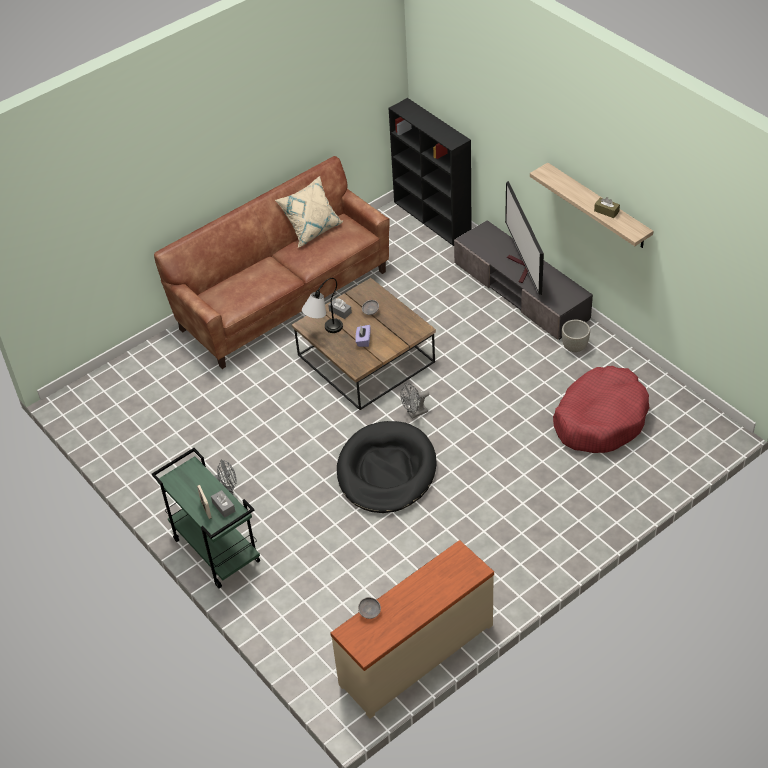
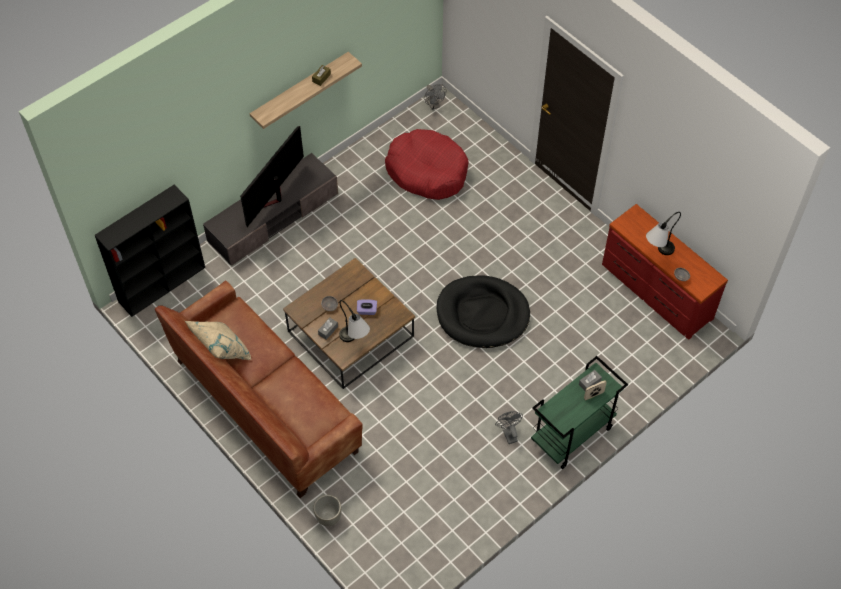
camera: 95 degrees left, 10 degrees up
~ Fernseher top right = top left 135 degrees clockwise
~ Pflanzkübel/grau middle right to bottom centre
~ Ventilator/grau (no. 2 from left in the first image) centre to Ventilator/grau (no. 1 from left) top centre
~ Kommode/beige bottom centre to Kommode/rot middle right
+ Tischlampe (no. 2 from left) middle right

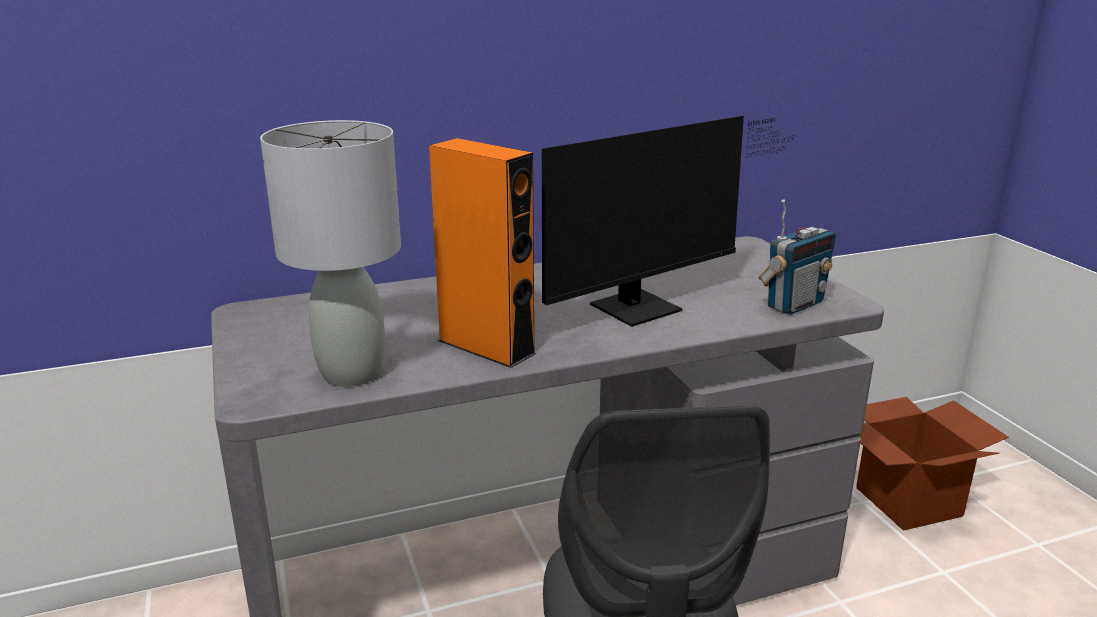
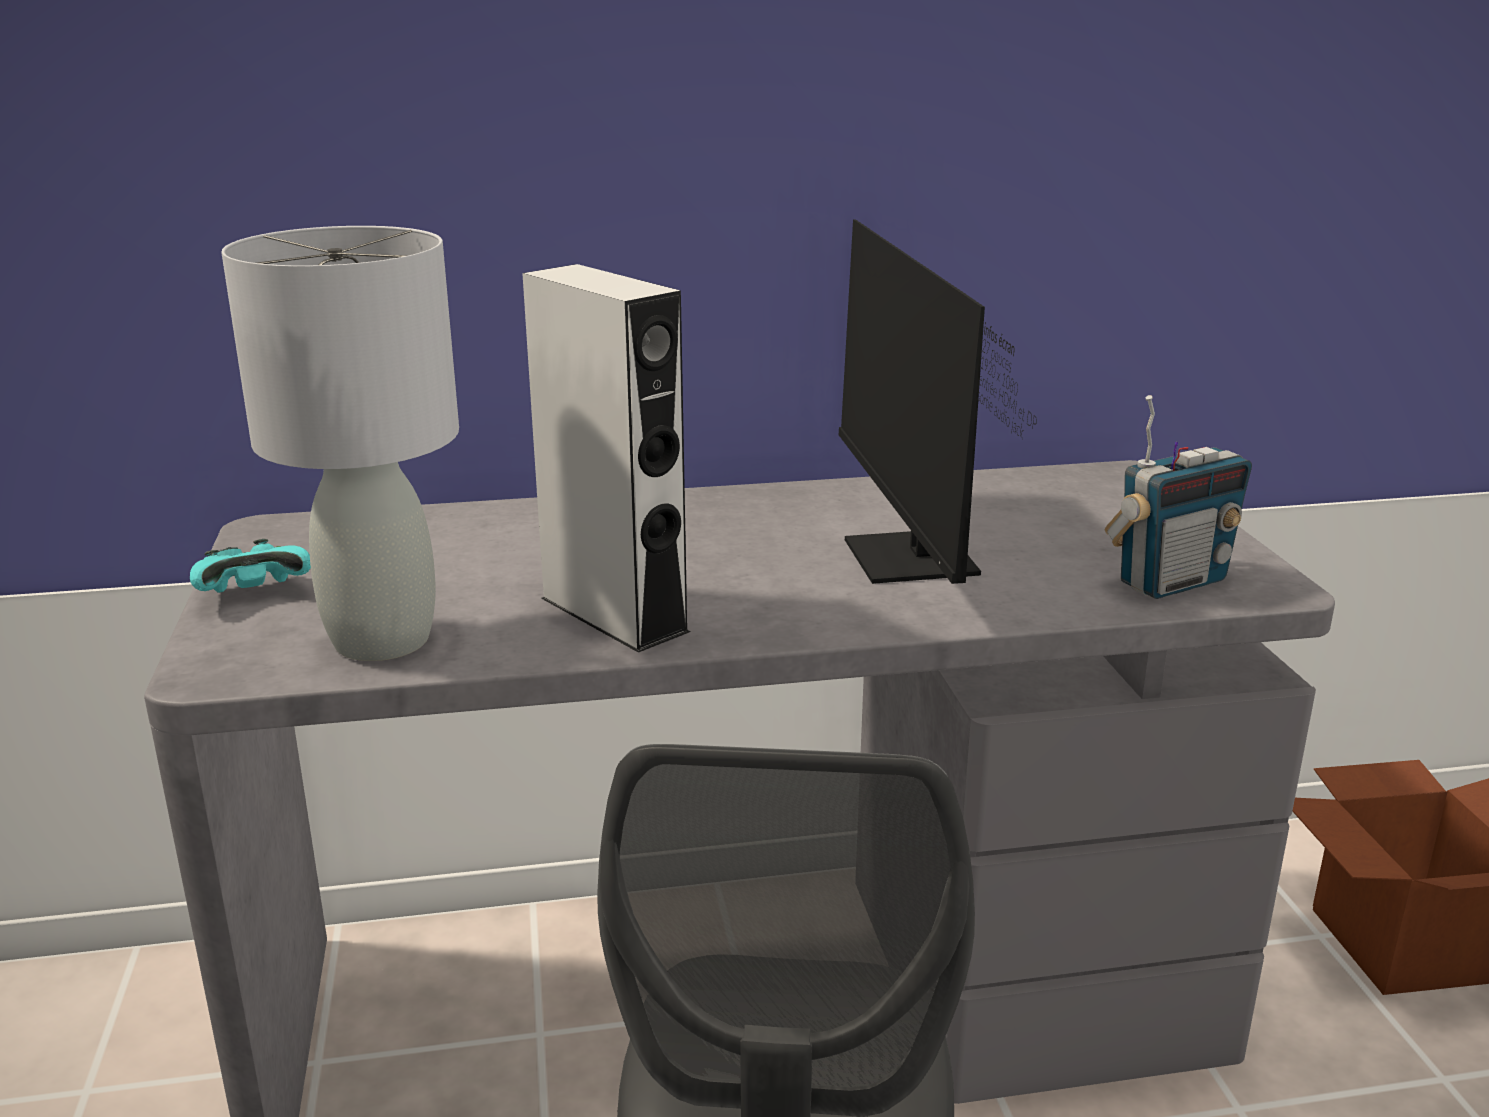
camera: 10 degrees right, 0 degrees up
+ Gamepad/türkis middle left
~ Lautsprecher/orange centre to Lautsprecher/grau centre
~ Monitor centre = centre 105 degrees clockwise

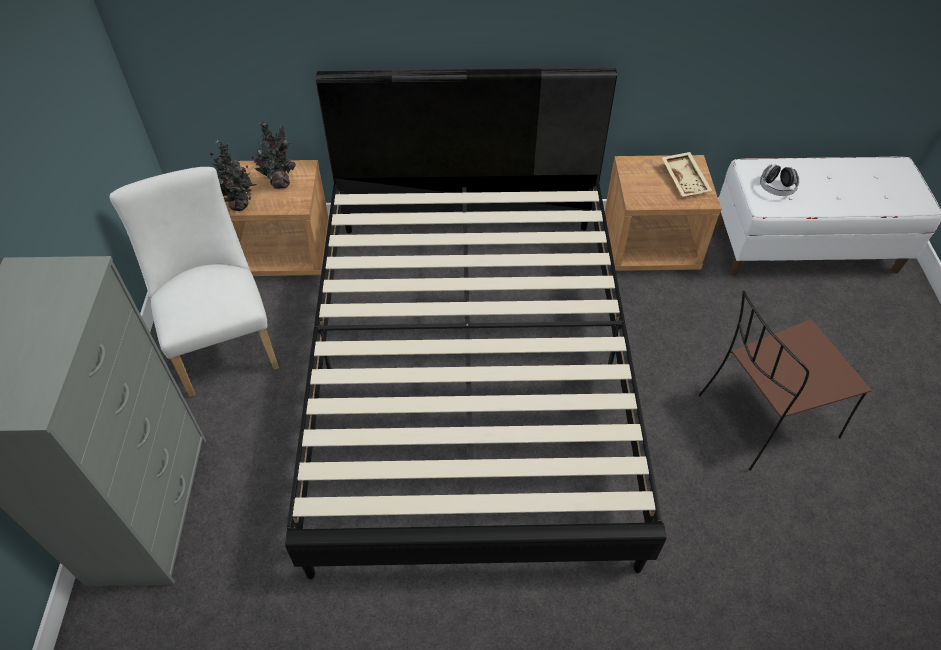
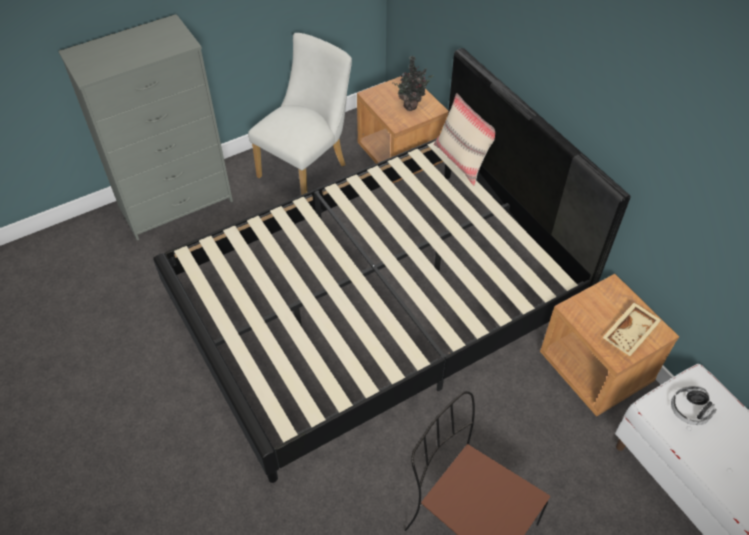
camera: 60 degrees right, 0 degrees up
+ Kissen/beige top centre
- Topfpflanze (no. 1 from left) top left

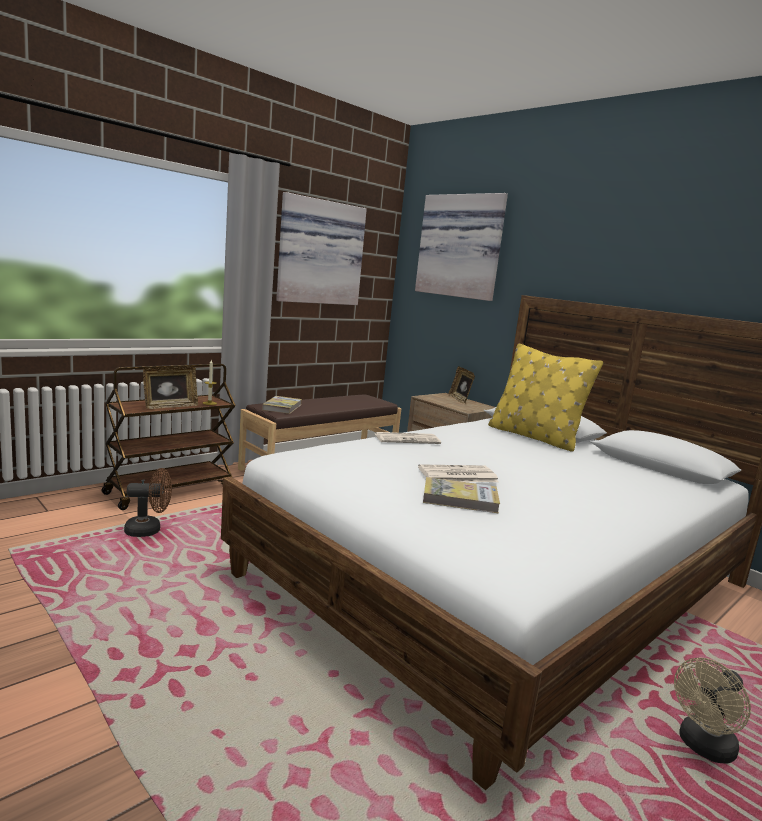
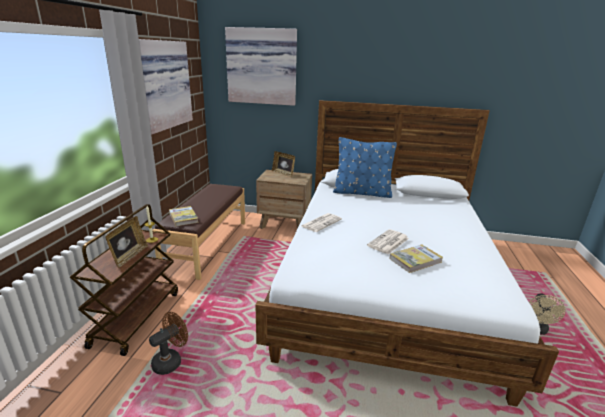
camera: 35 degrees left, 10 degrees up
~ Kissen/gelb middle right to Kissen/blau centre

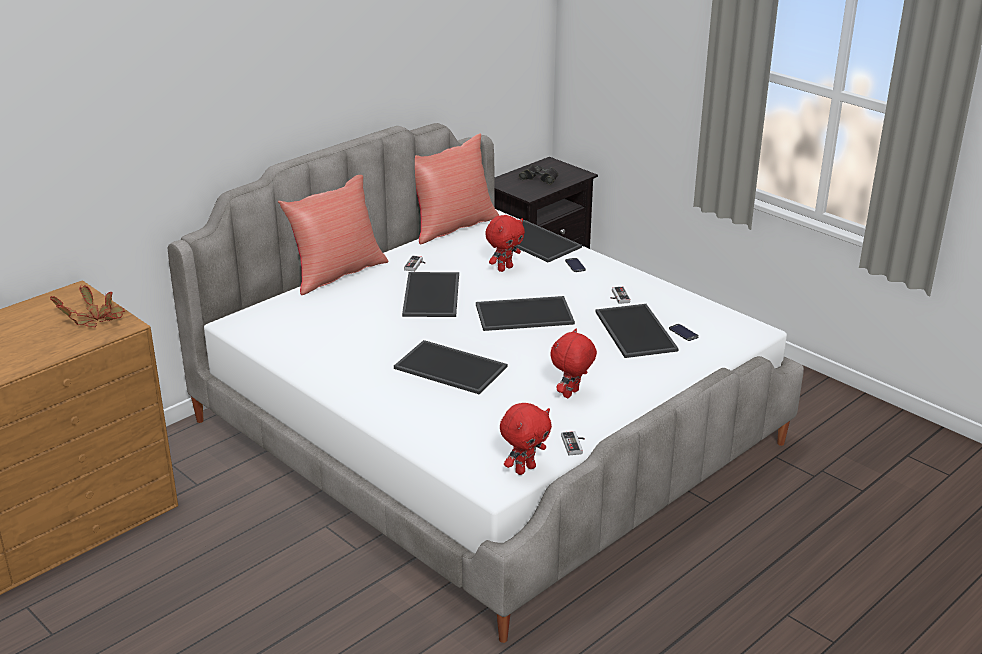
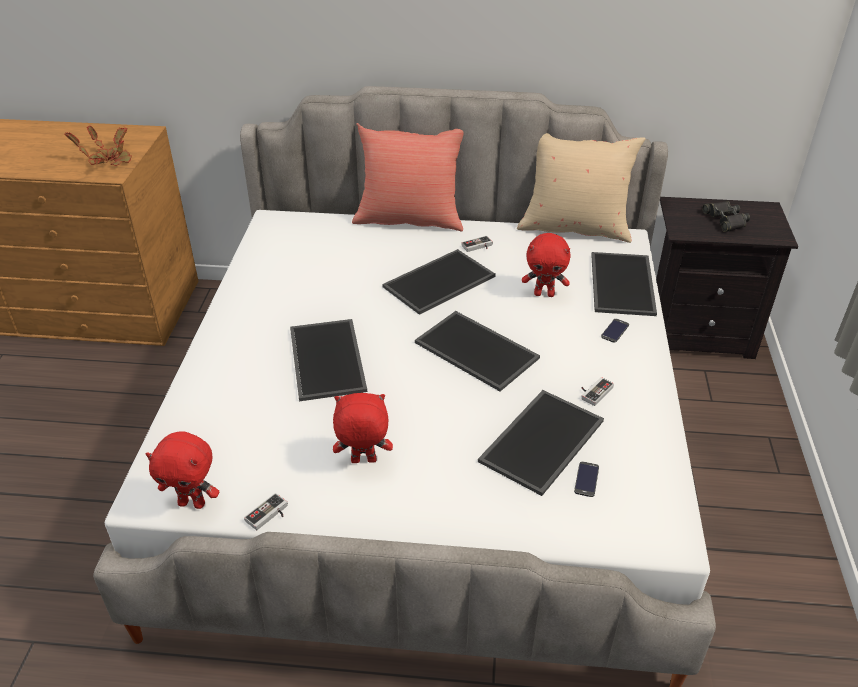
camera: 50 degrees right, 10 degrees up
~ Kissen/rot (no. 2 from left) top centre to Kissen/beige top right

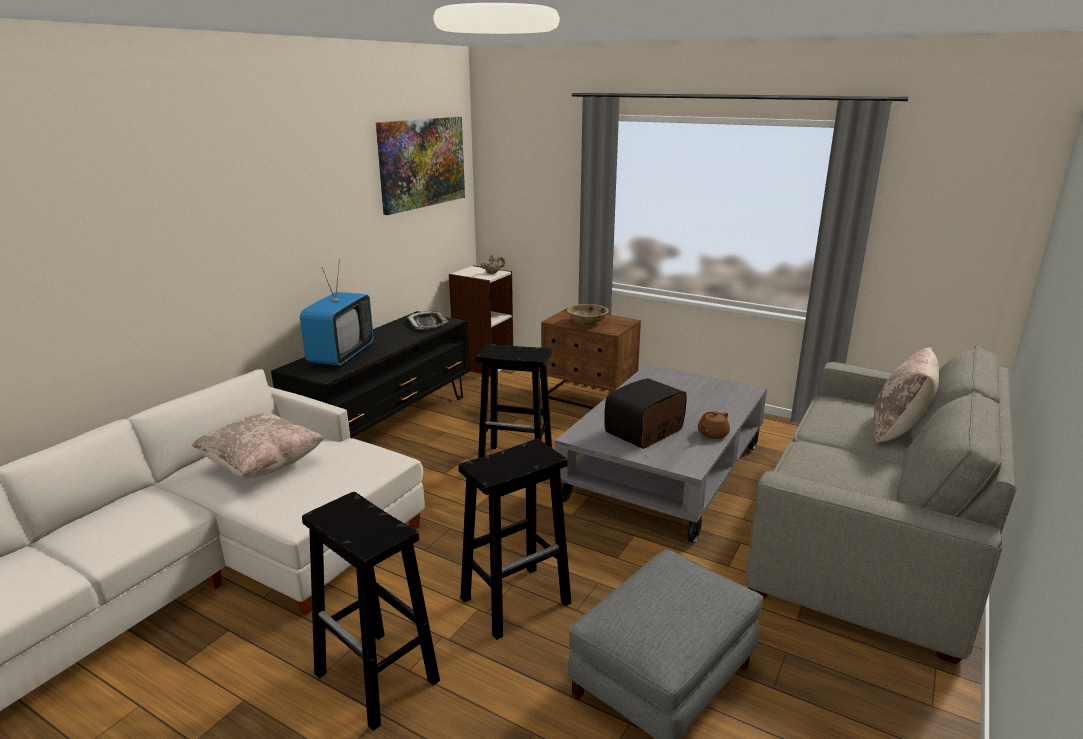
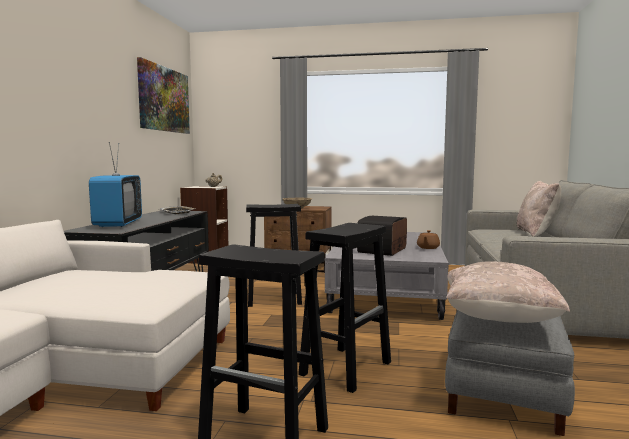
camera: 20 degrees left, 15 degrees down
~ Kissen/beige (no. 1 from left) middle left to middle right

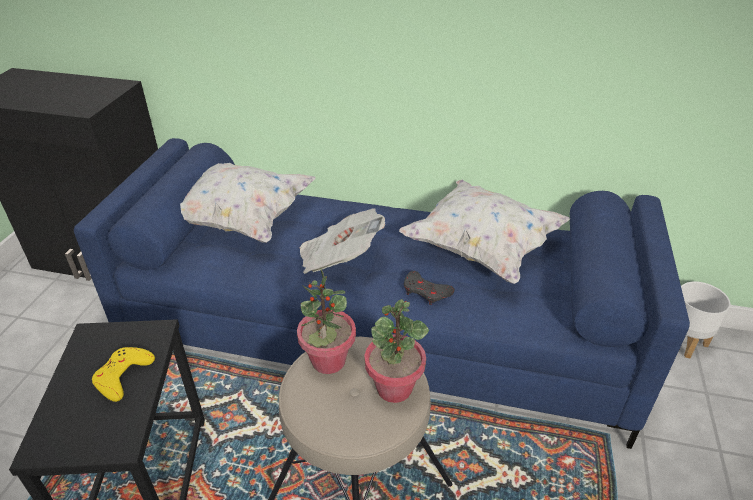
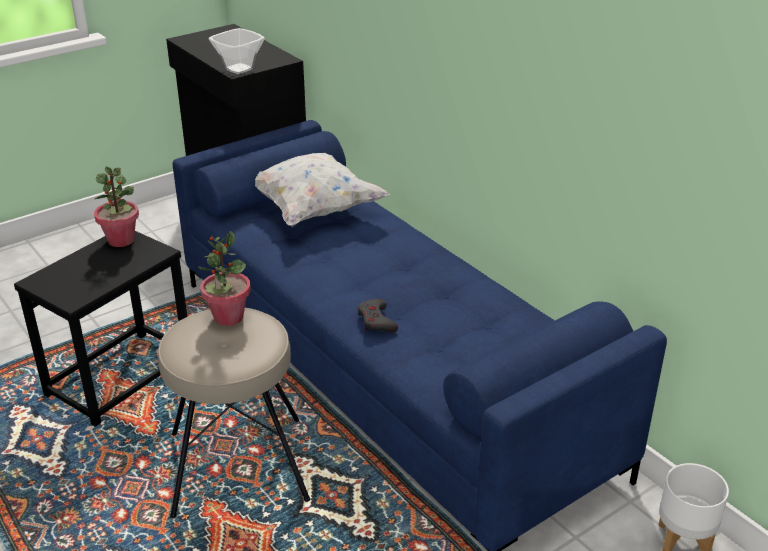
camera: 40 degrees right, 5 degrees down
~ Topfpflanze (no. 2 from left in the first image) bottom centre to Topfpflanze (no. 1 from left) middle left
+ Schüssel top left
- Gamepad/gelb bottom left
- Zeitung centre
- Kissen/weiß (no. 2 from left) centre

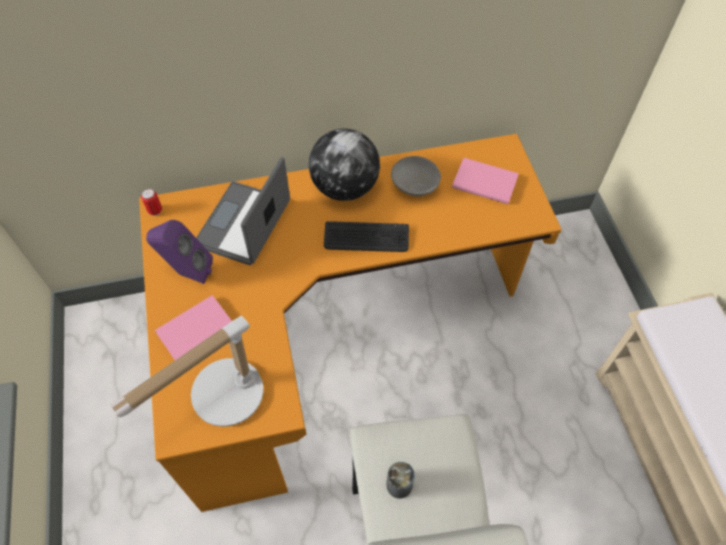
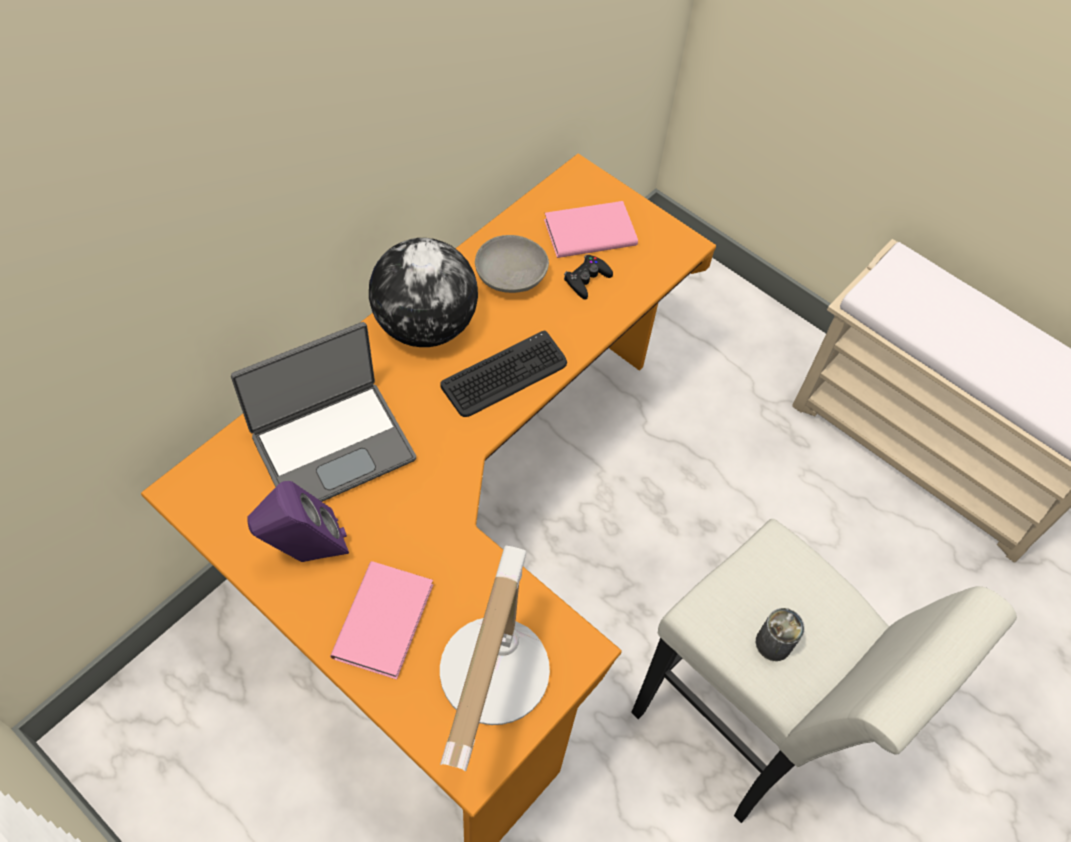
camera: 40 degrees left, 0 degrees up
~ Laptop centre = middle left 105 degrees counterclockwise
+ Gamepad/schwarz top centre
- Dose (no. 1 from left) middle left

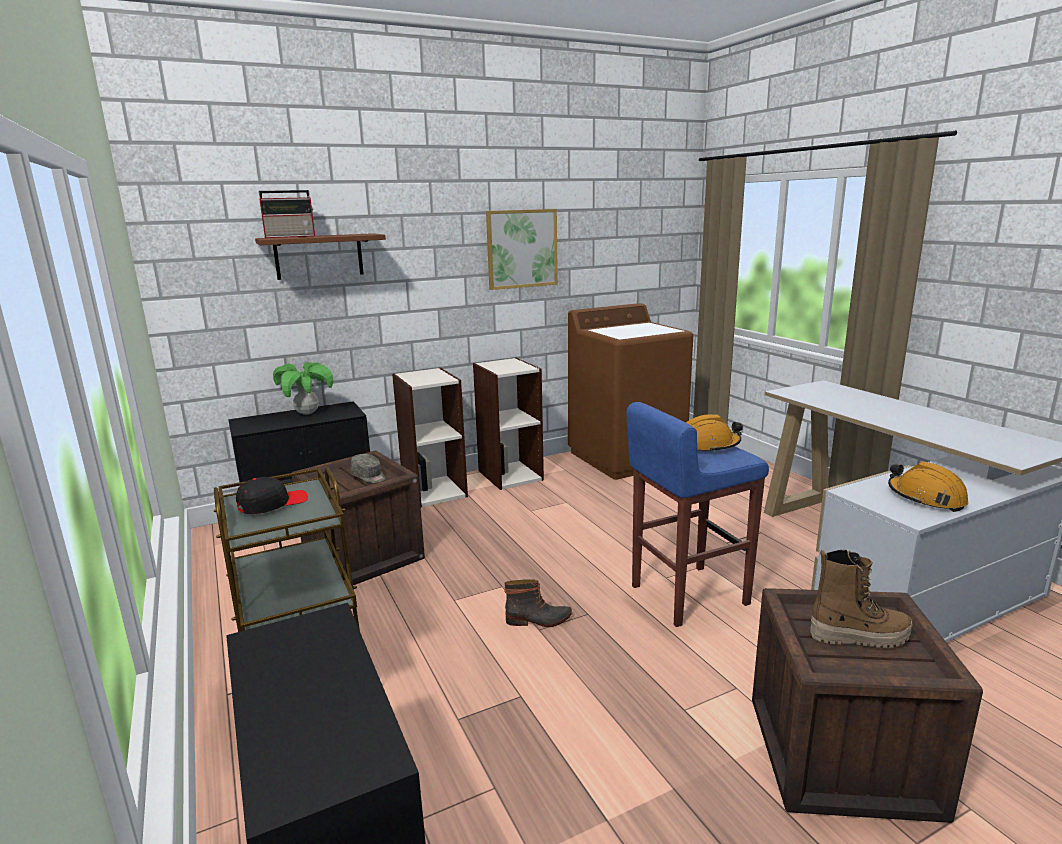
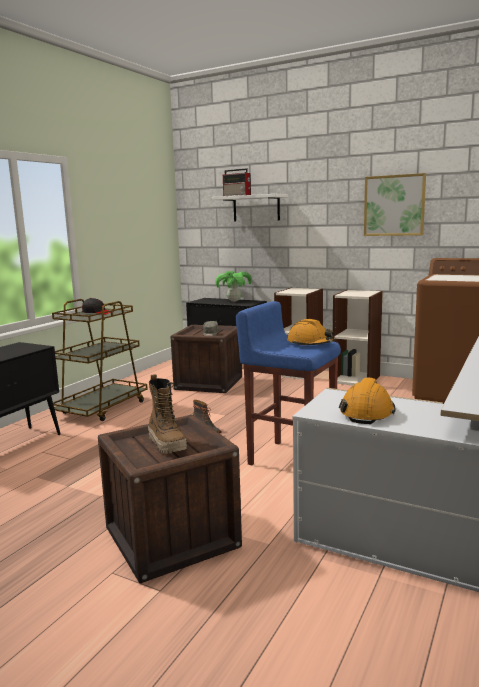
camera: 55 degrees right, 5 degrees down
~ Wandregal/braun top left to Wandregal/weiß top centre

